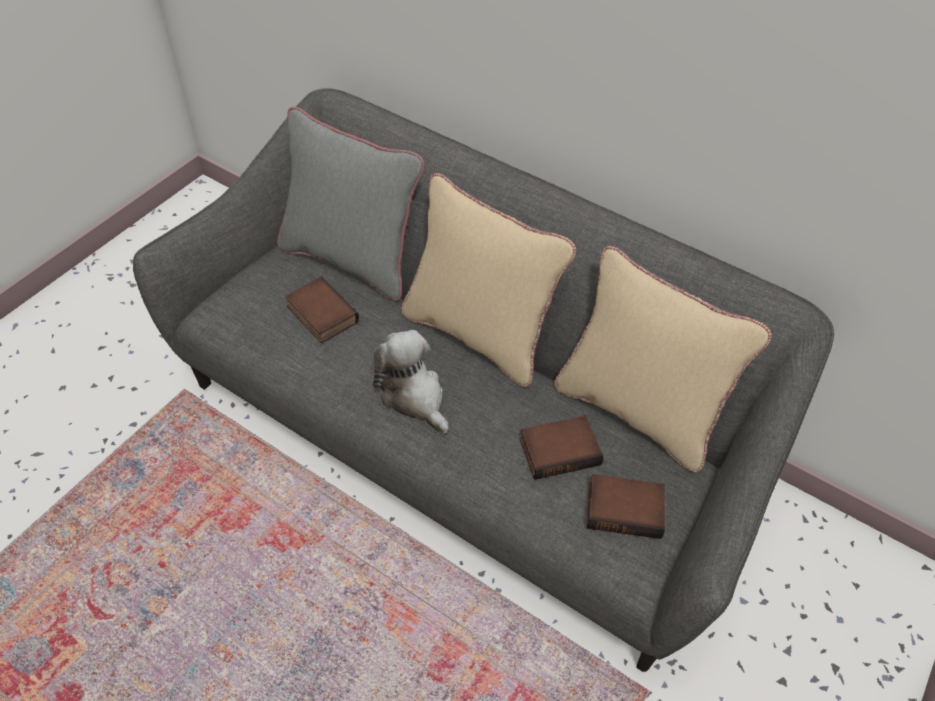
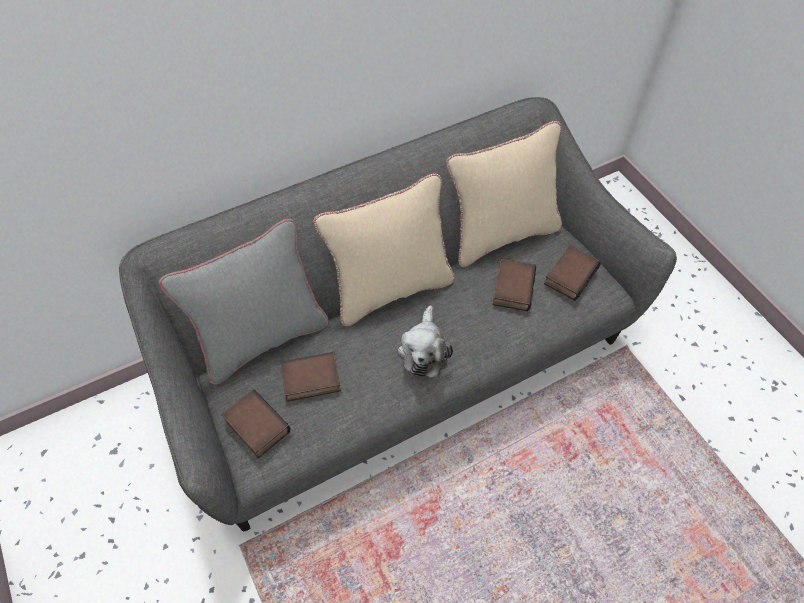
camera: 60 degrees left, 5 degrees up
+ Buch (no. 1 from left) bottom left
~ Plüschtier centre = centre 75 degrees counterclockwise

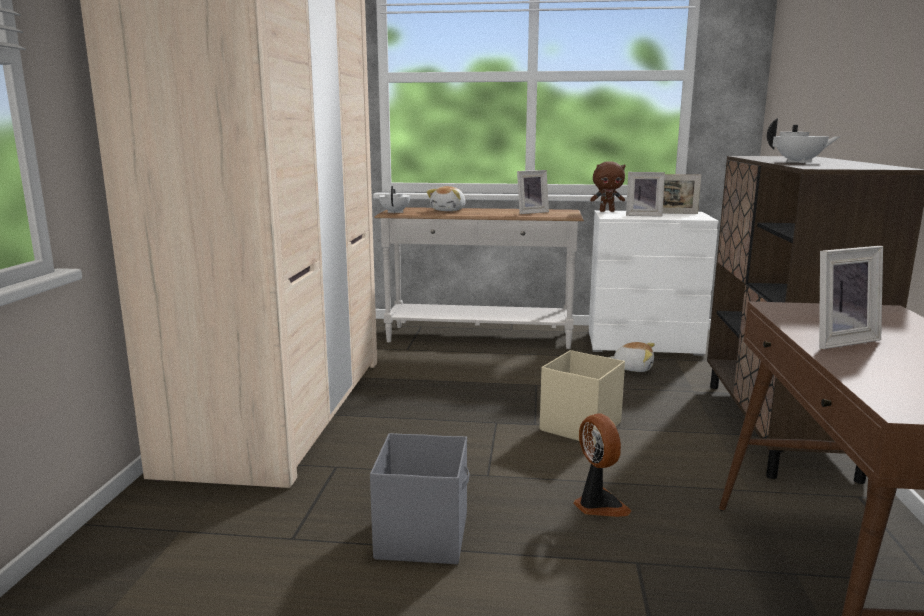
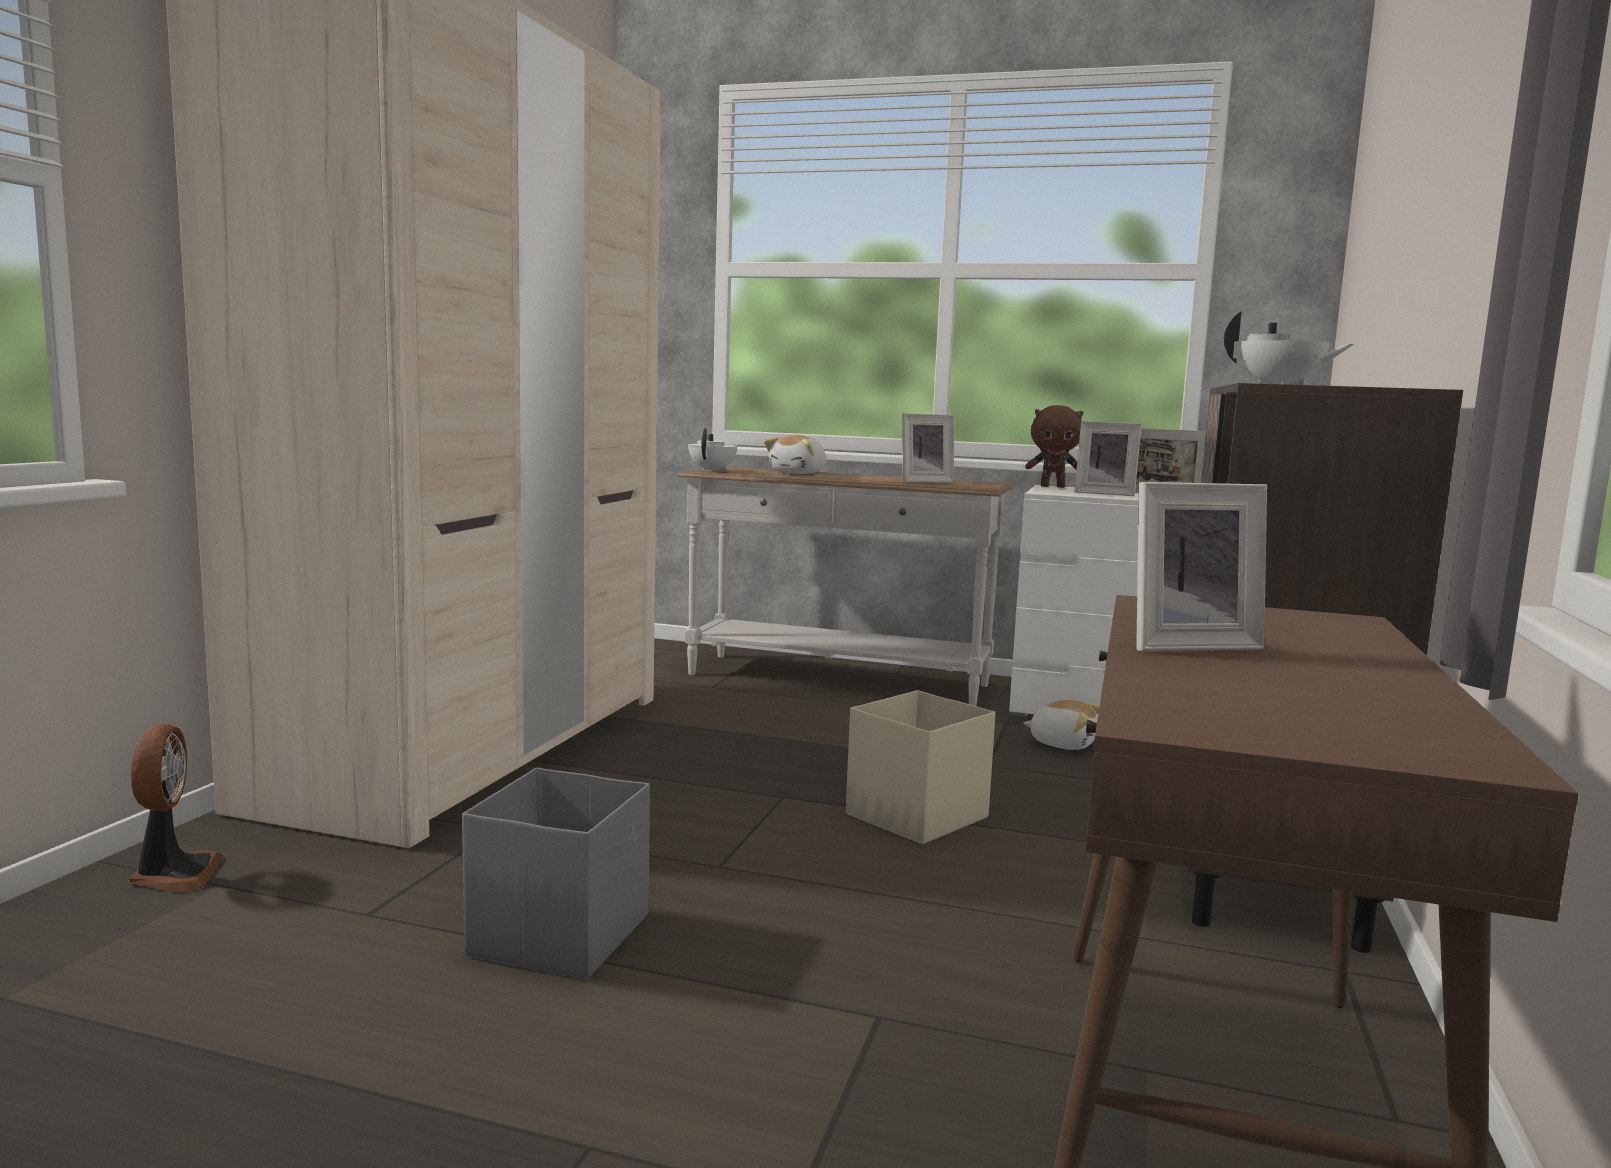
camera: 10 degrees right, 5 degrees down
~ Ventilator bottom centre to bottom left

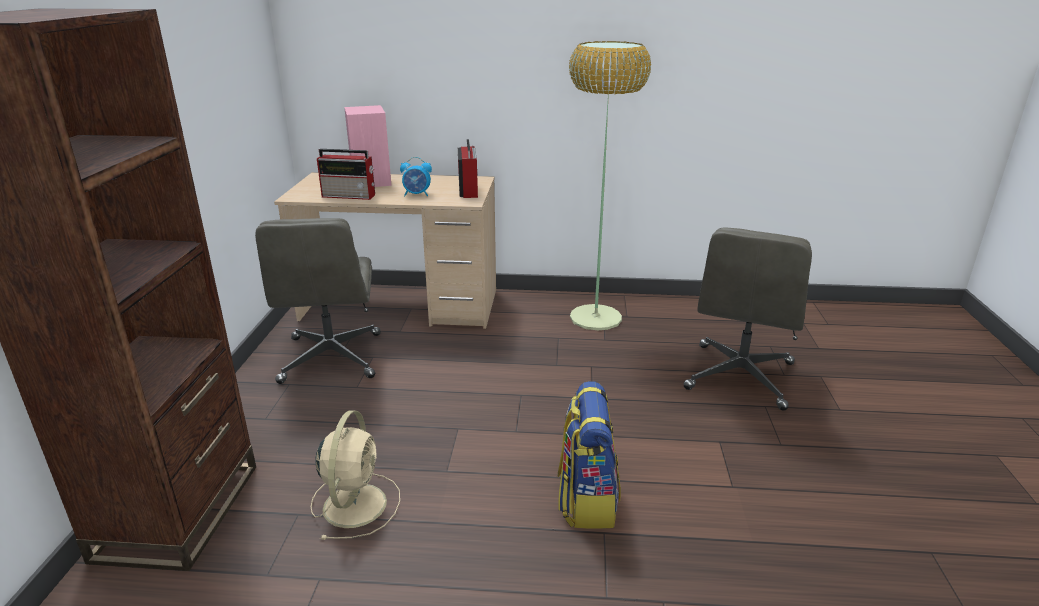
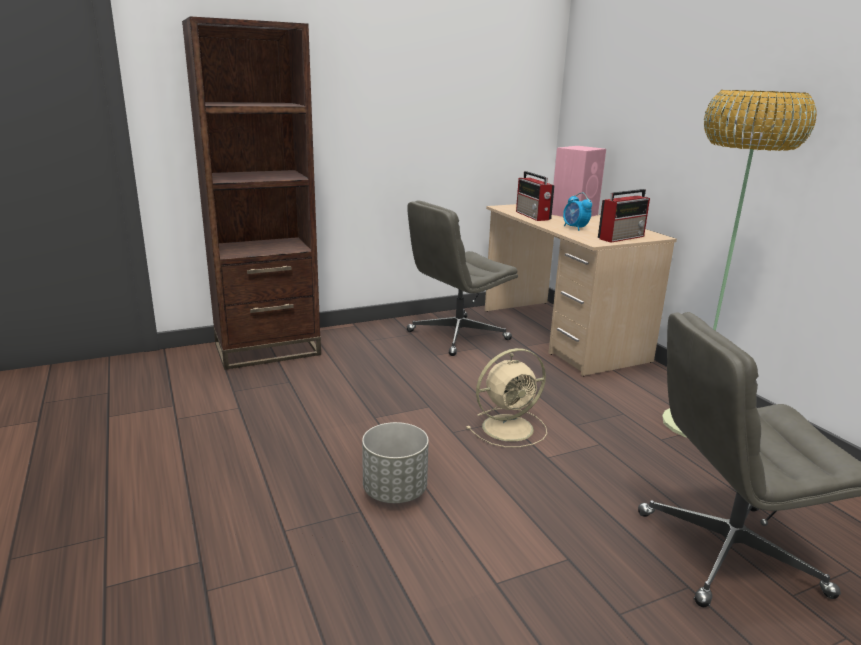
camera: 60 degrees right, 5 degrees down
~ Rucksack bottom centre to Pflanzkübel/grau bottom centre
~ Ventilator/beige bottom centre to centre

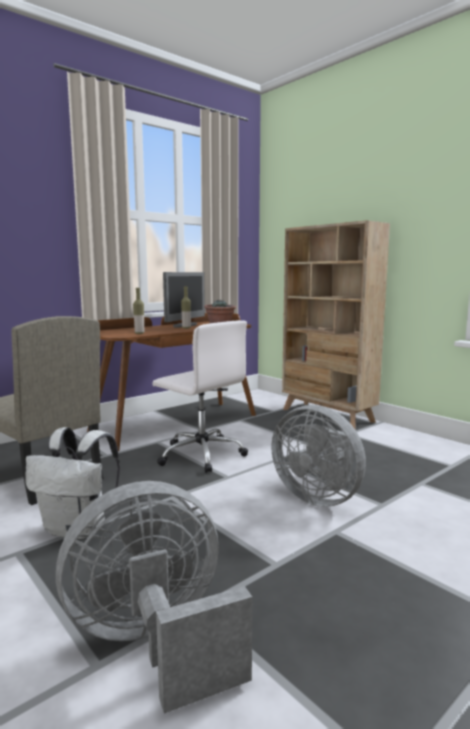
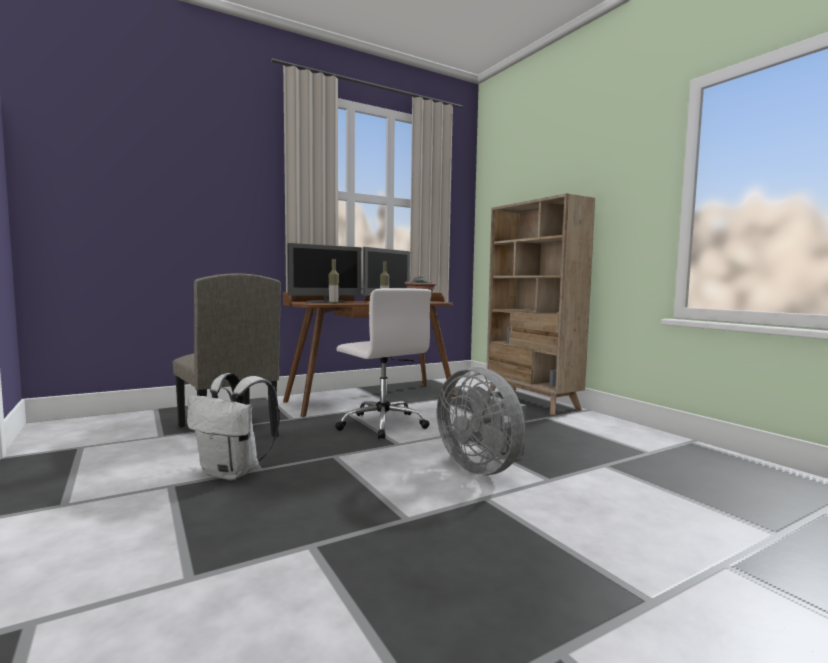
camera: 10 degrees right, 5 degrees down
+ Monitor (no. 1 from left) centre
- Ventilator/grau (no. 1 from left) bottom left

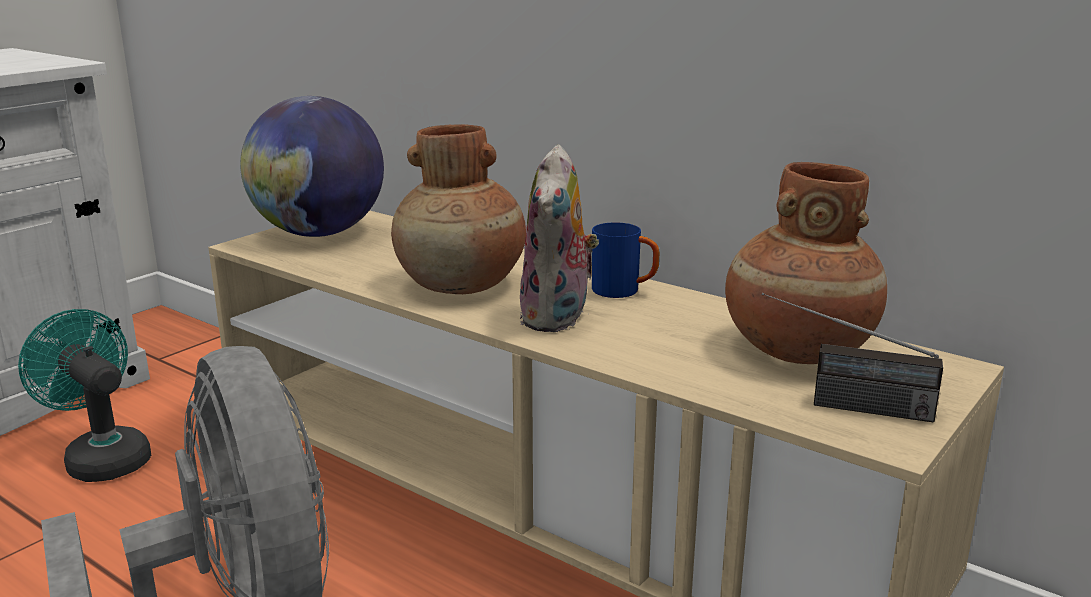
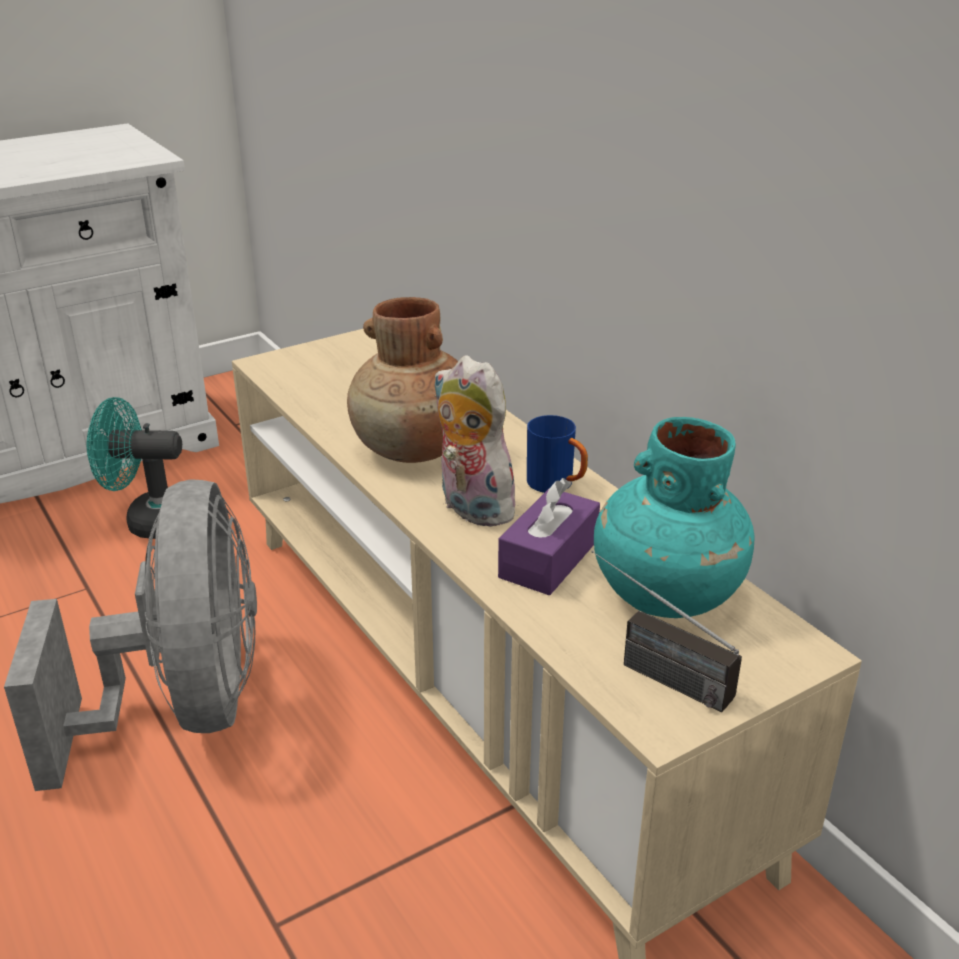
camera: 20 degrees right, 10 degrees up
~ Ventilator/türkis middle left = middle left 60 degrees counterclockwise
~ Plüschtier centre = centre 105 degrees clockwise
+ Taschentuchbox/lila centre
~ Vase/braun (no. 2 from left) middle right to Vase/türkis middle right
- Globus top left

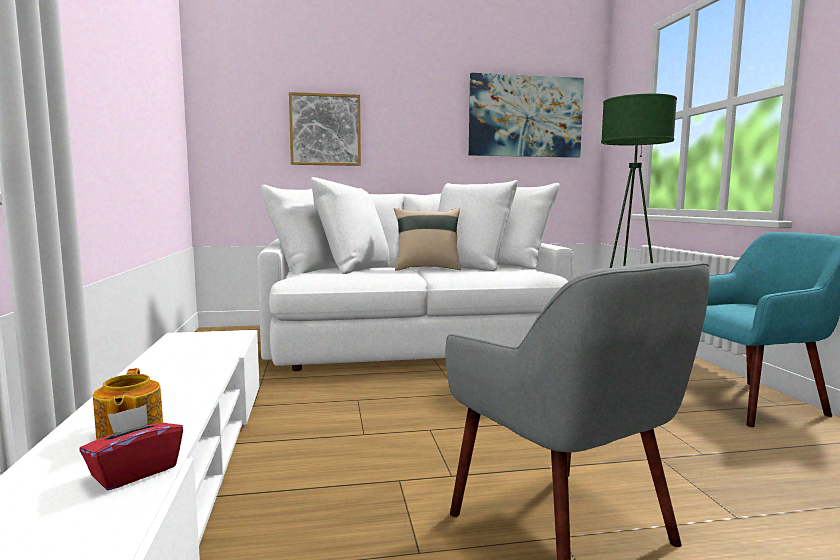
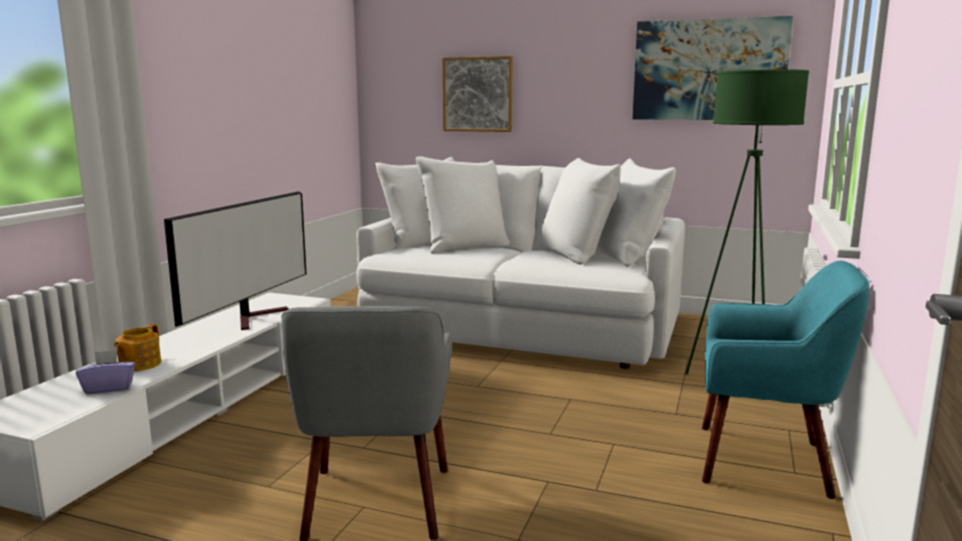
camera: 30 degrees right, 5 degrees up
~ Taschentuchbox/rot bottom left to Taschentuchbox/lila bottom left
+ Fernseher middle left
- Kissen/beige centre

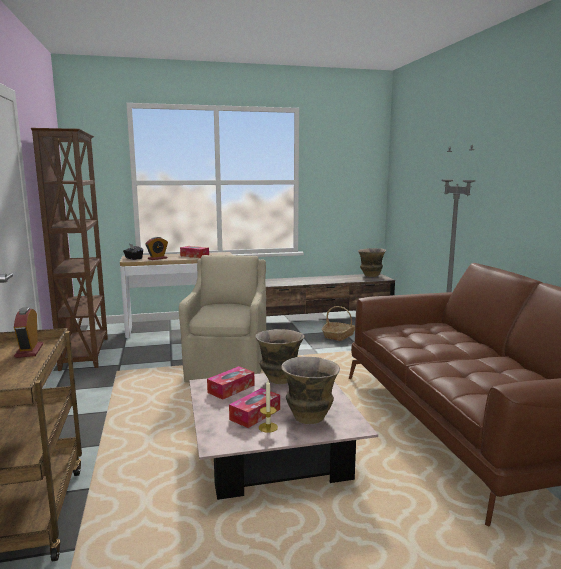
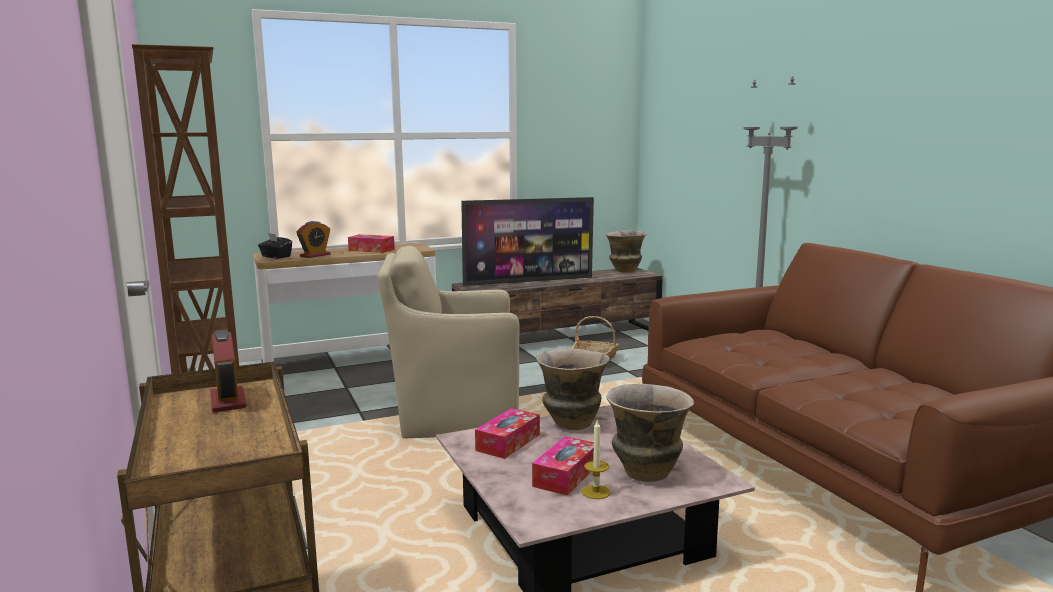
camera: 10 degrees left, 0 degrees up
~ Sessel/beige centre = centre 90 degrees counterclockwise
+ Fernseher centre

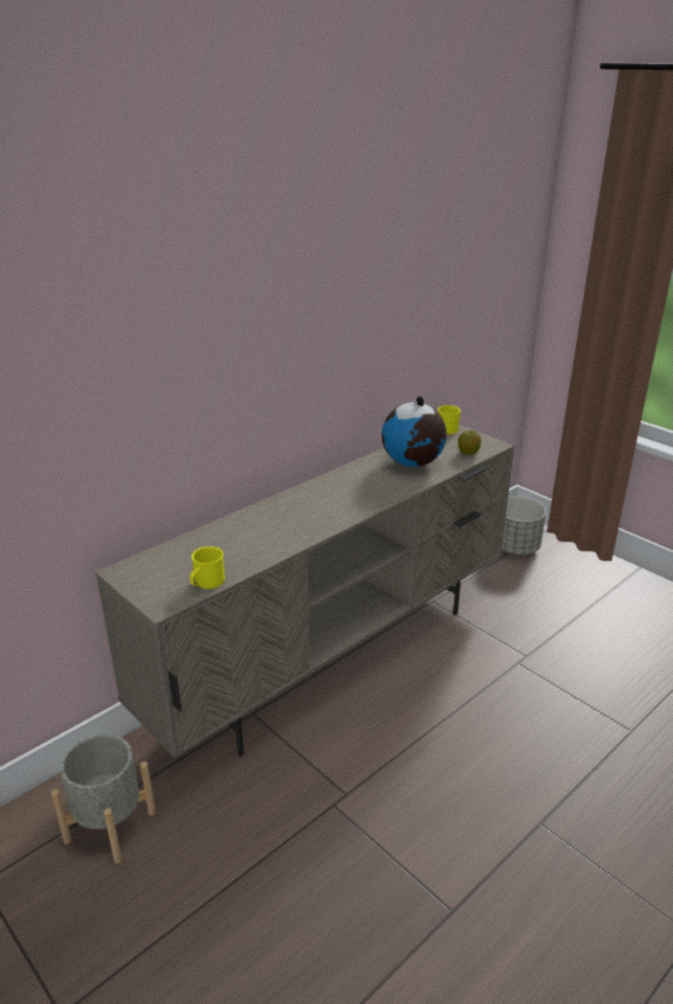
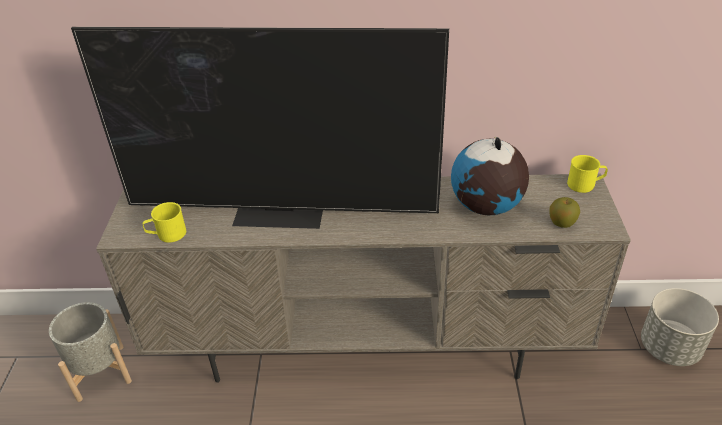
camera: 45 degrees right, 10 degrees up
+ Fernseher top centre

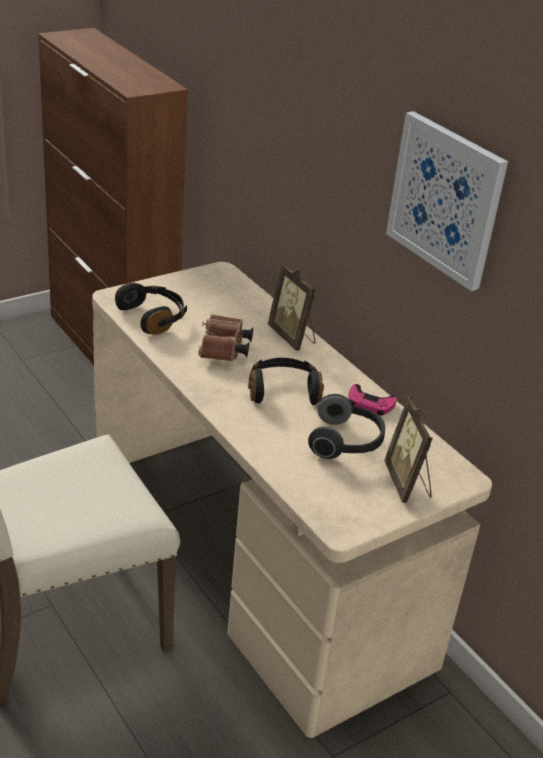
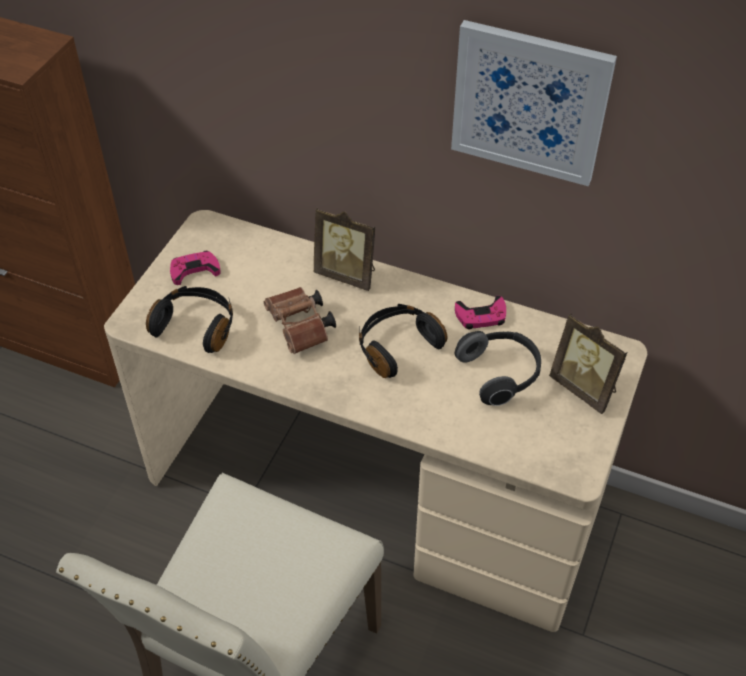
camera: 30 degrees left, 15 degrees up
+ Gamepad/rosa (no. 1 from left) middle left

